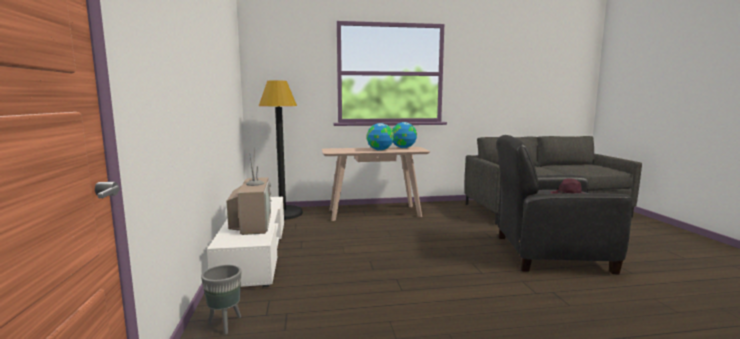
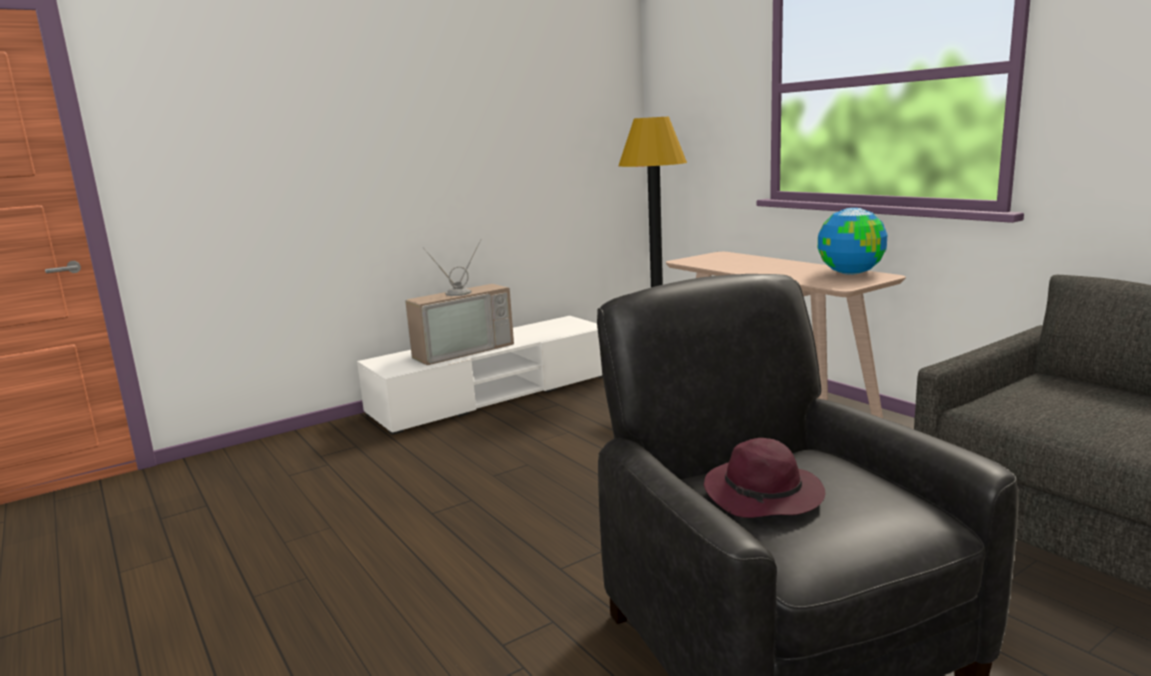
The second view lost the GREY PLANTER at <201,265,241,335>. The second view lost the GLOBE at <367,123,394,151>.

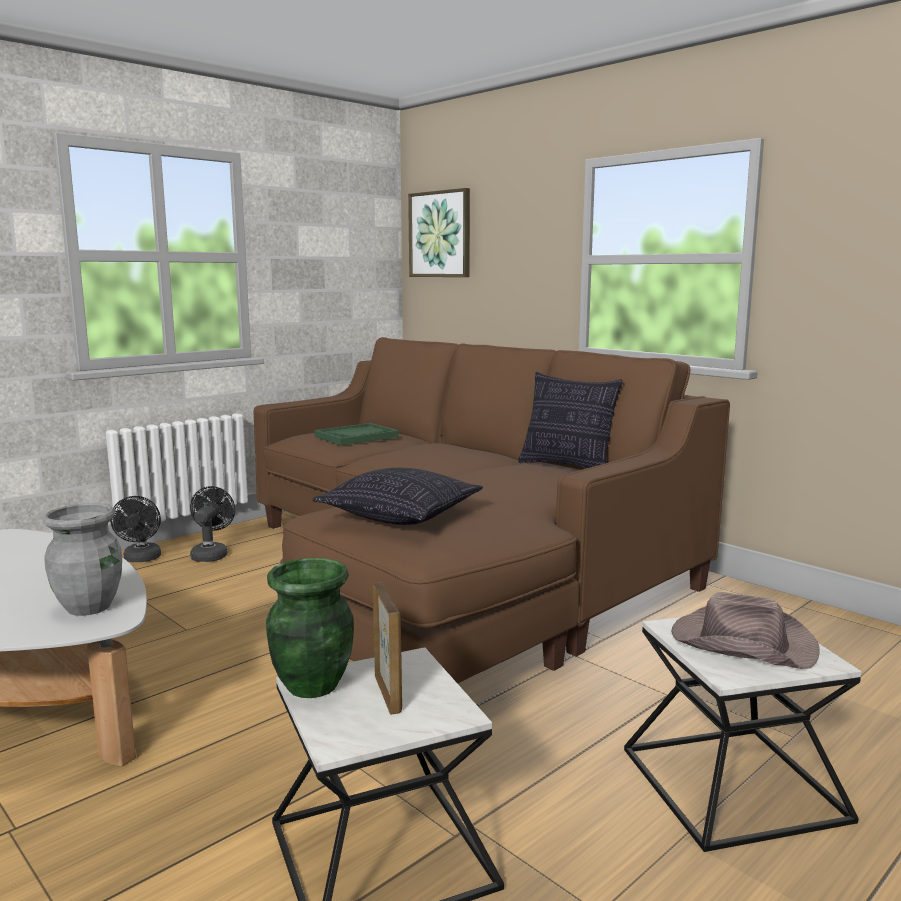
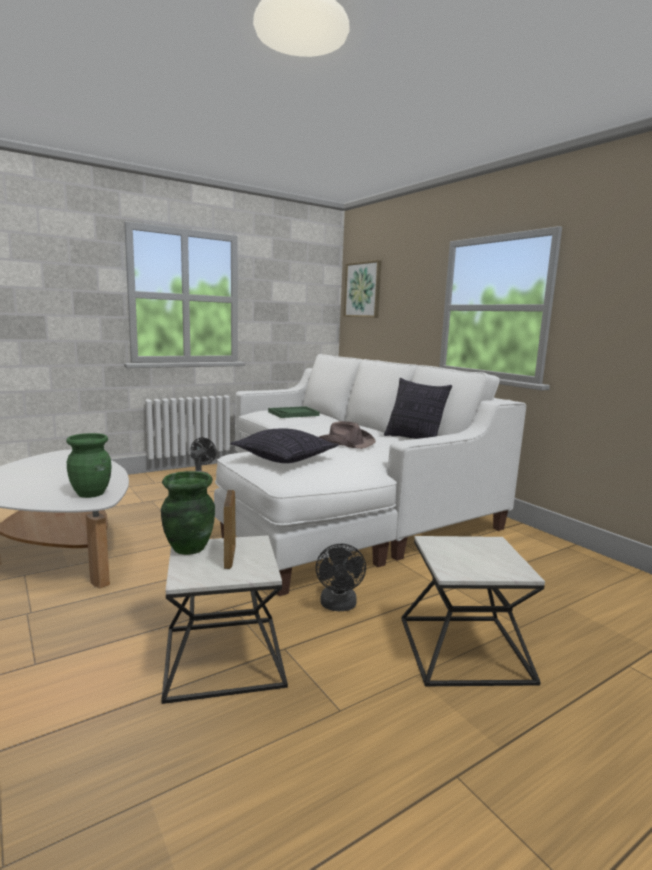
What was the GREY VASE at <43,503,122,616> turned into the GREEN VASE at <67,433,112,498>. The BLACK FAN ended up elsewhere, having gone from <110,496,161,562> to <316,544,366,611>. What was the BROWN SOFA at <254,337,730,684> turned into the WHITE SOFA at <214,354,526,596>. The BROWN HAT ended up elsewhere, having gone from <671,592,820,669> to <319,421,376,449>.

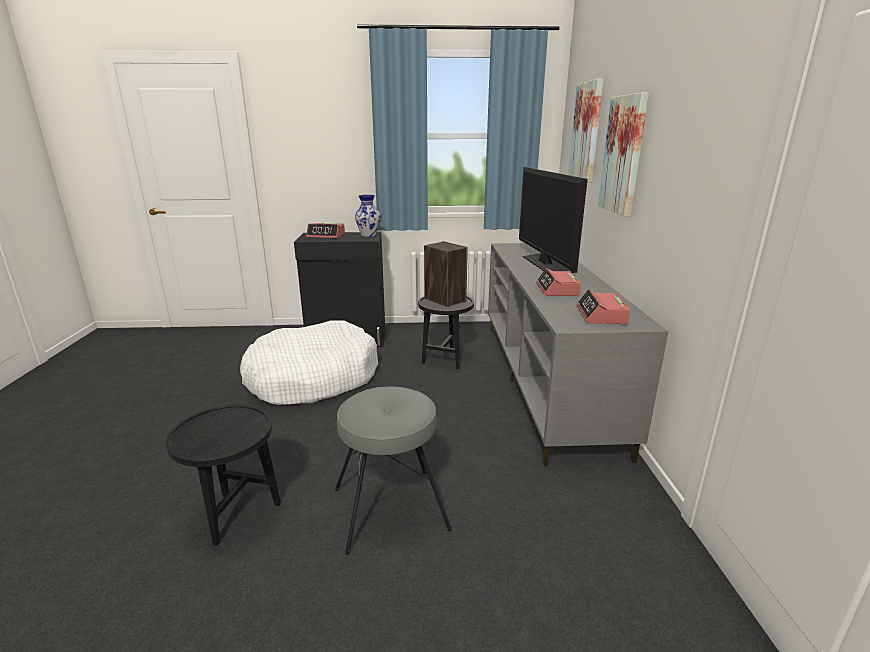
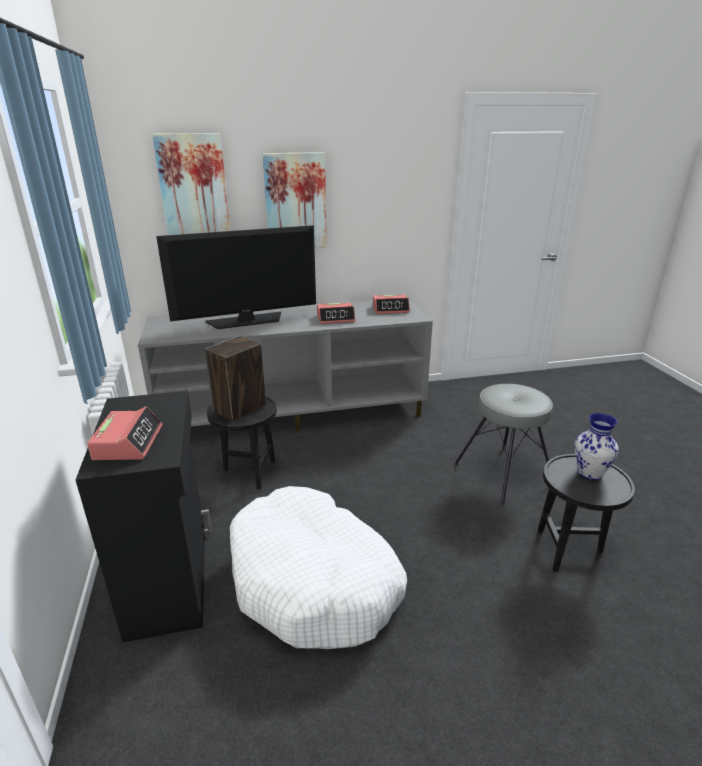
The VASE ended up elsewhere, having gone from <355,195,380,238> to <574,413,619,480>.

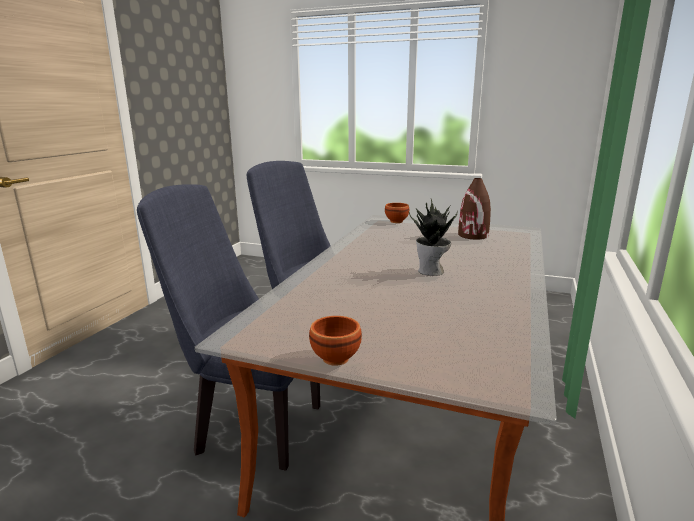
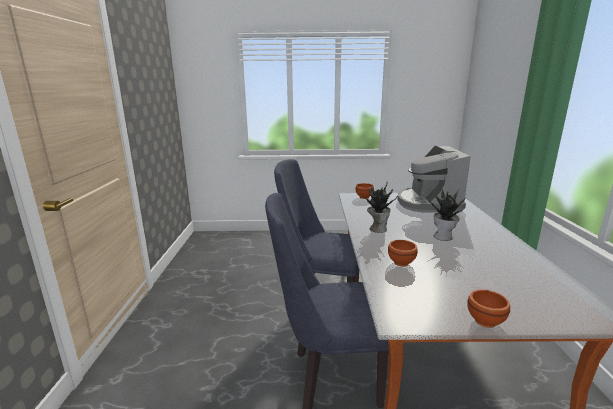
Where the BROWN VASE stood at <458,178,491,239>, the COFFEE MACHINE came to stand at <397,145,471,213>. The second view gained the POTTED PLANT at <363,182,398,233>. The second view gained the BROWN BOWL at <388,240,418,267>.

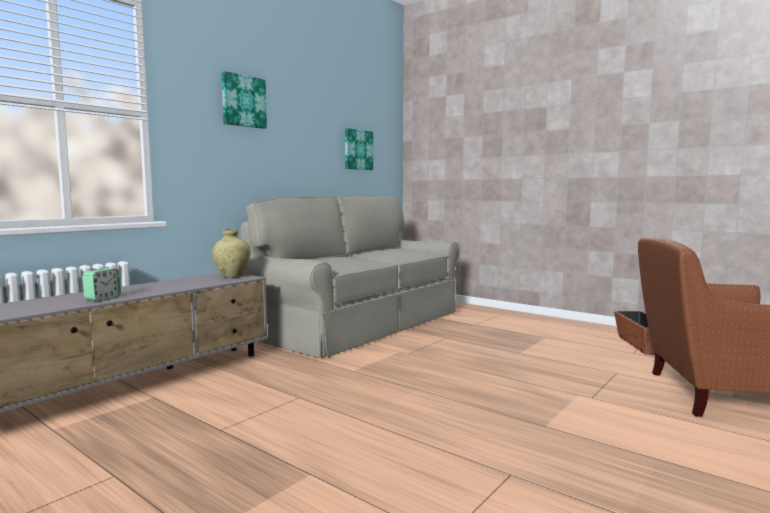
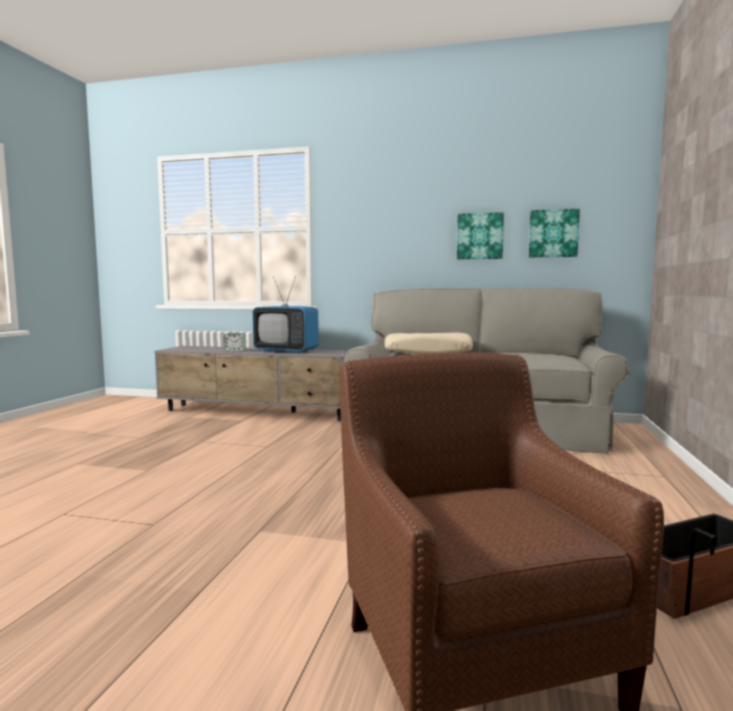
The second view lost the BEIGE VASE at <212,229,251,278>. The PICTURE ended up elsewhere, having gone from <221,71,267,129> to <457,212,504,259>. The second view gained the TELEVISION at <253,276,319,353>. The second view gained the BEIGE PILLOW at <384,332,473,354>.

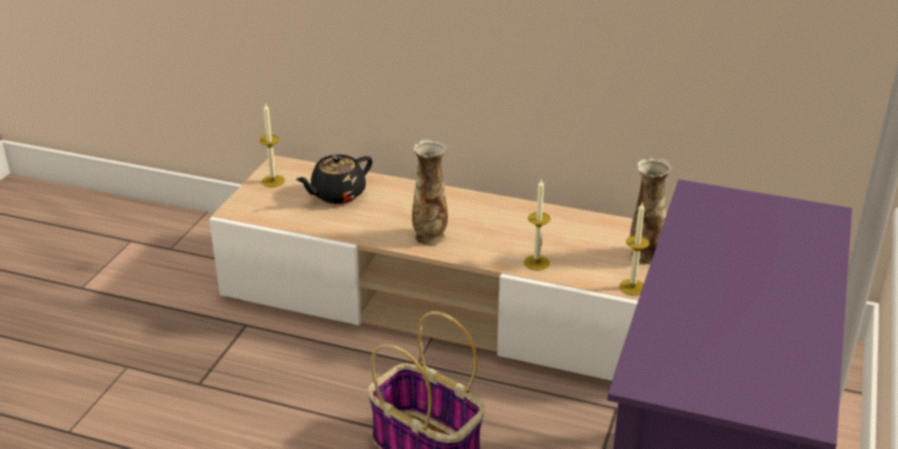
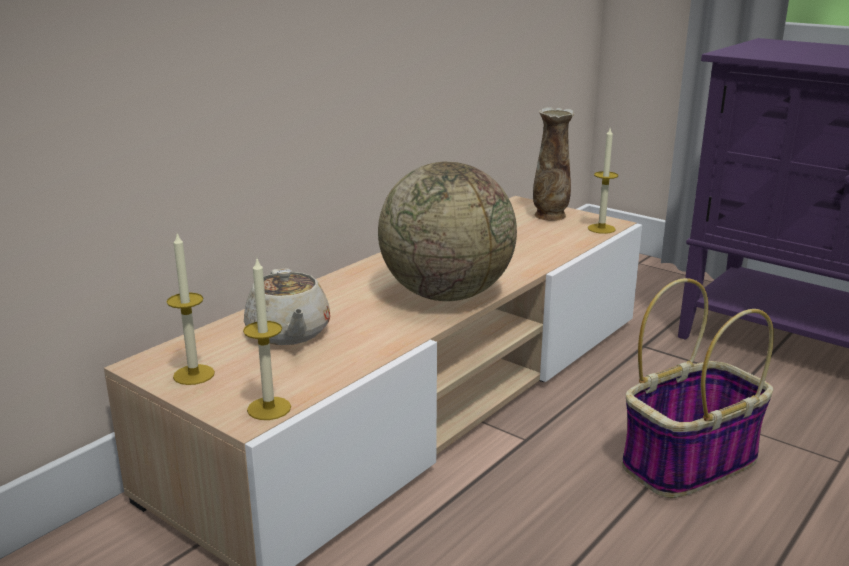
What was the BLACK TEAPOT at <296,154,372,204> turned into the BEIGE TEAPOT at <244,268,330,345>. Where the VASE stood at <412,139,448,245>, the GLOBE came to stand at <378,162,517,301>. The CANDLE ended up elsewhere, having gone from <524,180,550,270> to <243,259,291,420>.

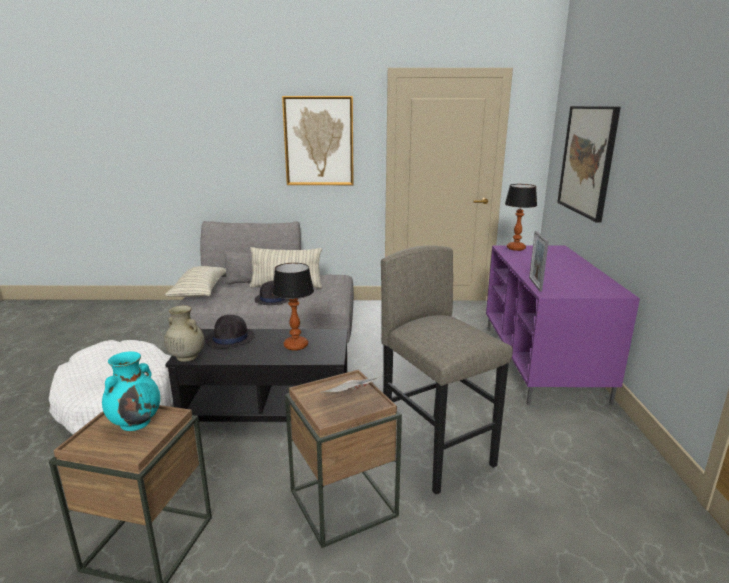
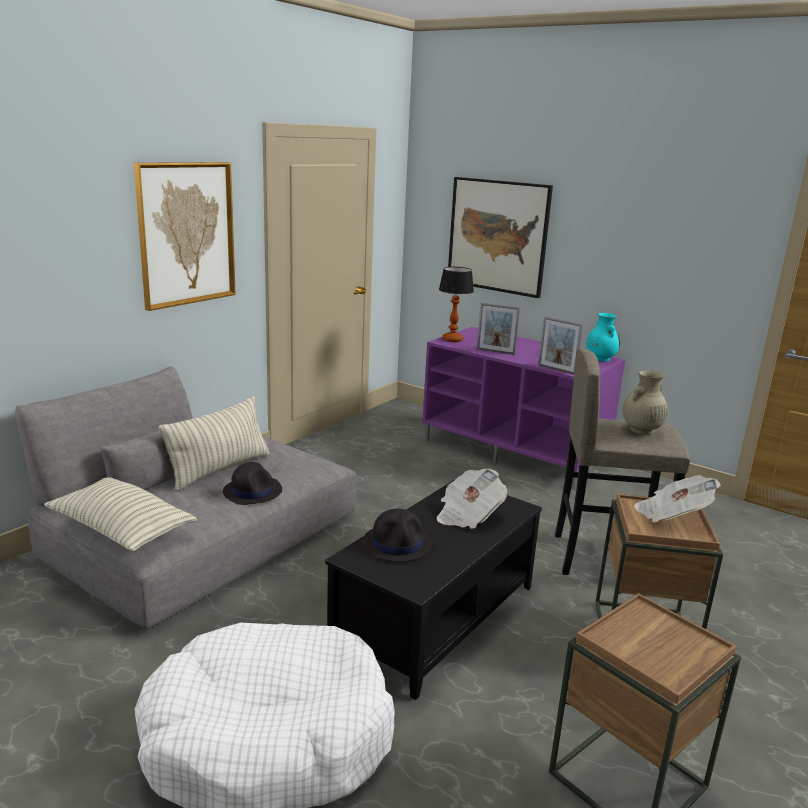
The TURQUOISE VASE ended up elsewhere, having gone from <102,351,160,431> to <586,313,620,361>. The BEIGE VASE ended up elsewhere, having gone from <164,305,205,362> to <622,370,668,435>. Where the TABLE LAMP stood at <272,263,314,351>, the NEWSPAPER came to stand at <437,469,507,529>. The second view gained the PICTURE FRAME at <477,303,520,355>.

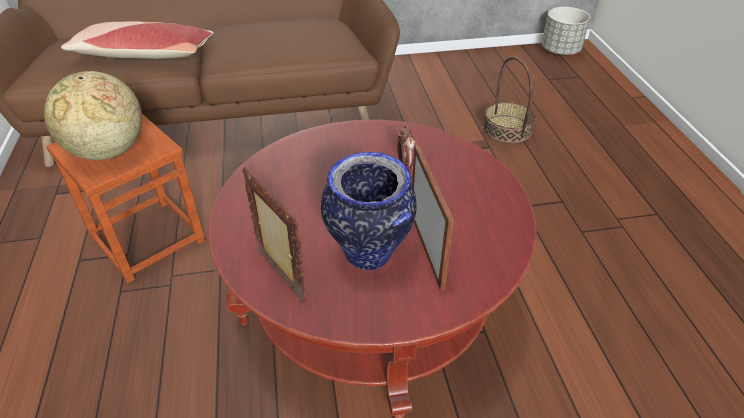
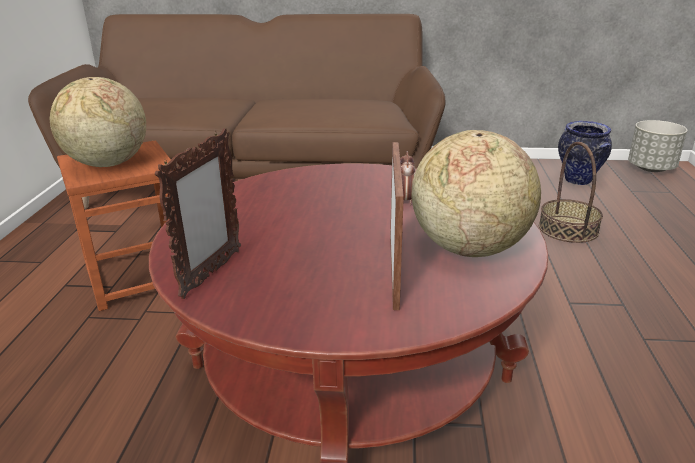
The second view lost the PILLOW at <61,21,214,59>. The PICTURE FRAME at <242,167,307,303> ended up facing another way, 45 degrees clockwise from before. The VASE ended up elsewhere, having gone from <321,152,416,270> to <558,121,612,185>. The second view gained the GLOBE at <411,130,541,257>.

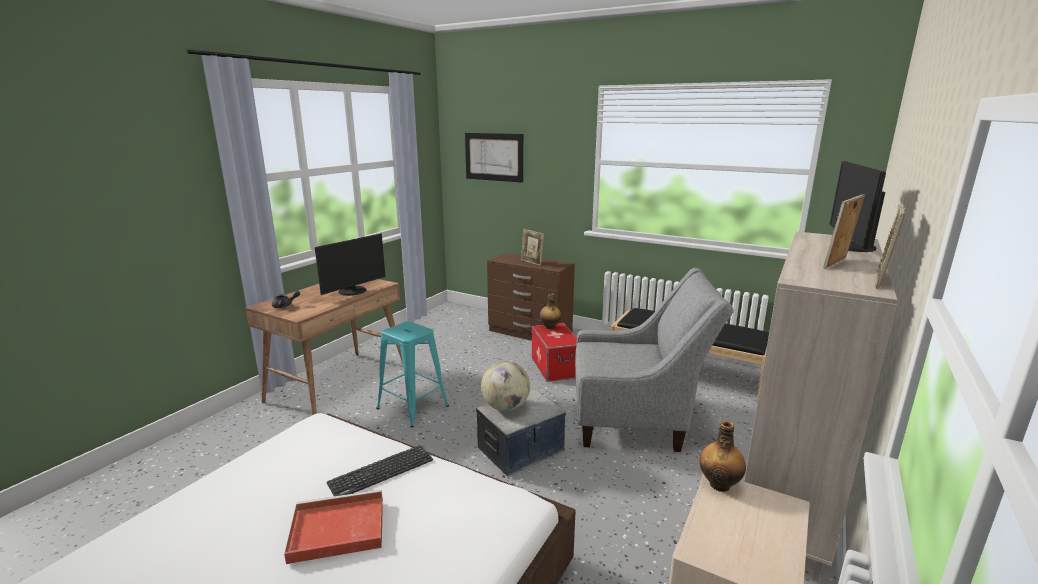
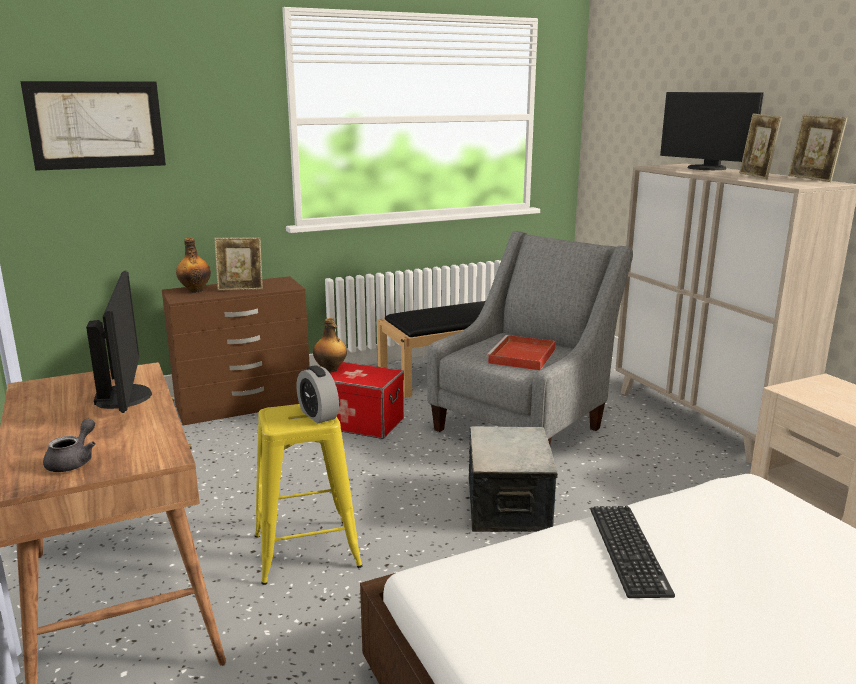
The RED TRAY ended up elsewhere, having gone from <284,490,383,564> to <486,335,556,370>. What was the TURQUOISE STOOL at <376,321,449,427> turned into the YELLOW STOOL at <255,404,362,585>. The second view lost the GLOBE at <481,361,530,411>. The BOTTLE ended up elsewhere, having gone from <699,421,746,492> to <176,238,211,293>. The second view gained the ALARM CLOCK at <297,365,339,423>.

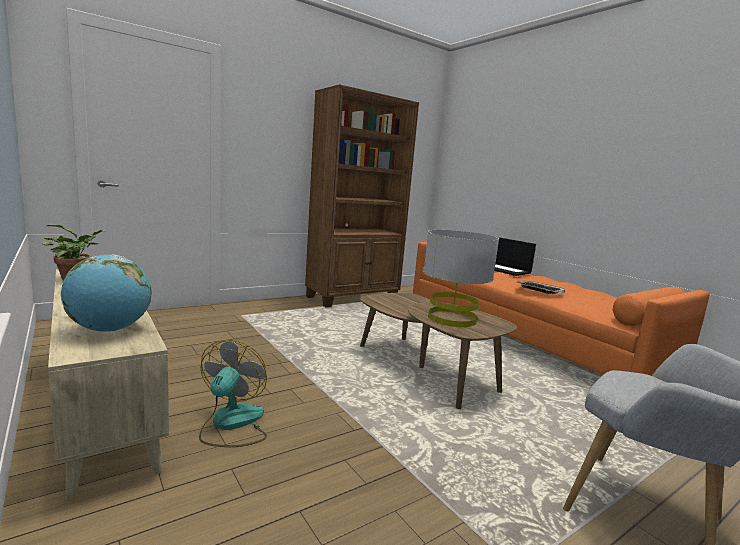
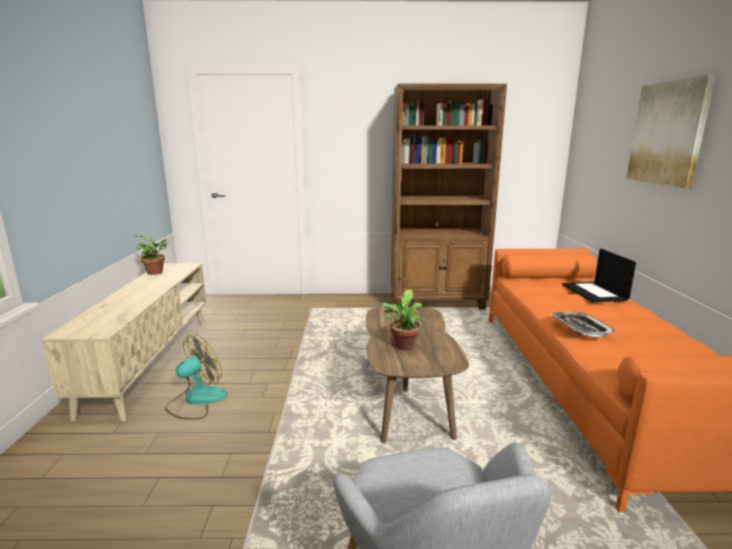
The second view lost the GLOBE at <61,254,151,332>. Where the GREY TABLE LAMP stood at <424,230,499,327>, the POTTED PLANT came to stand at <380,290,428,350>. The second view gained the PICTURE at <626,75,715,189>.

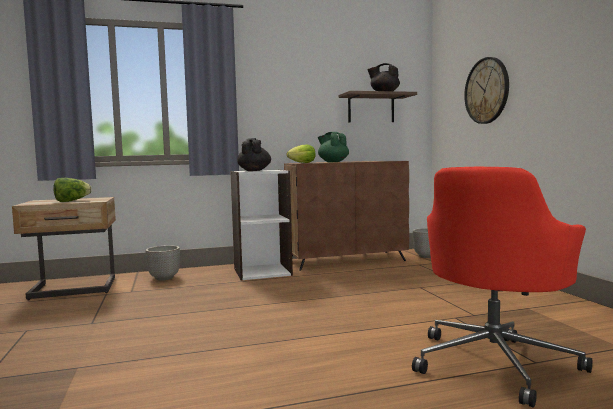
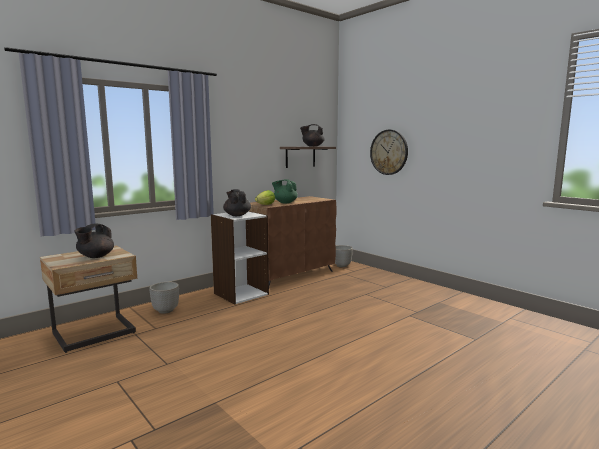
Where the LETTUCE stood at <53,178,92,202>, the BLACK TEAPOT came to stand at <74,223,114,258>. The second view lost the RED OFFICE CHAIR at <412,167,592,408>.

